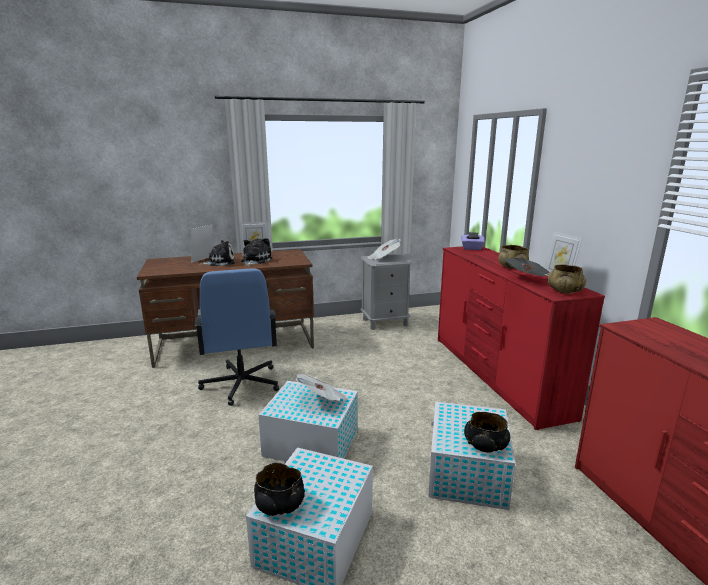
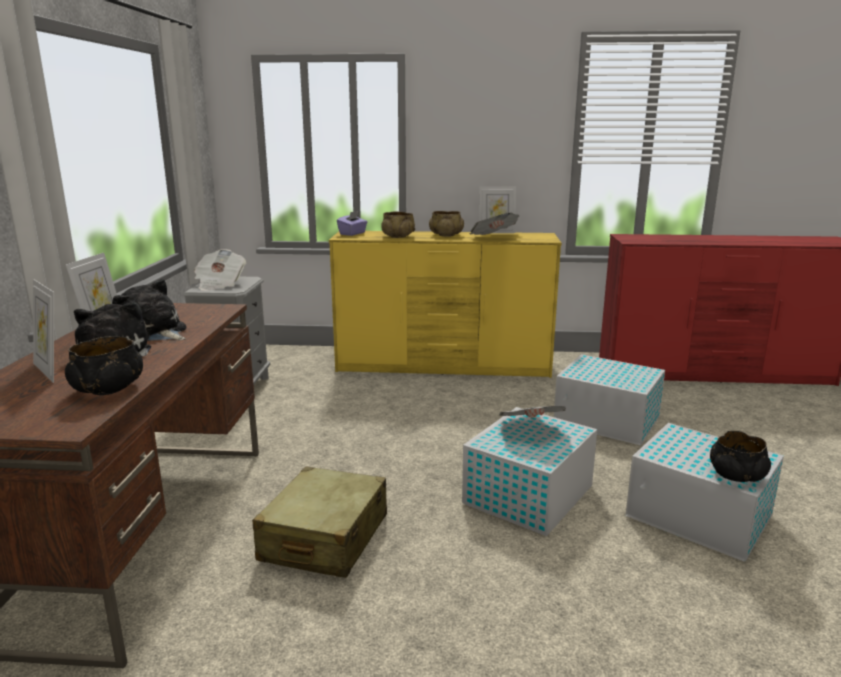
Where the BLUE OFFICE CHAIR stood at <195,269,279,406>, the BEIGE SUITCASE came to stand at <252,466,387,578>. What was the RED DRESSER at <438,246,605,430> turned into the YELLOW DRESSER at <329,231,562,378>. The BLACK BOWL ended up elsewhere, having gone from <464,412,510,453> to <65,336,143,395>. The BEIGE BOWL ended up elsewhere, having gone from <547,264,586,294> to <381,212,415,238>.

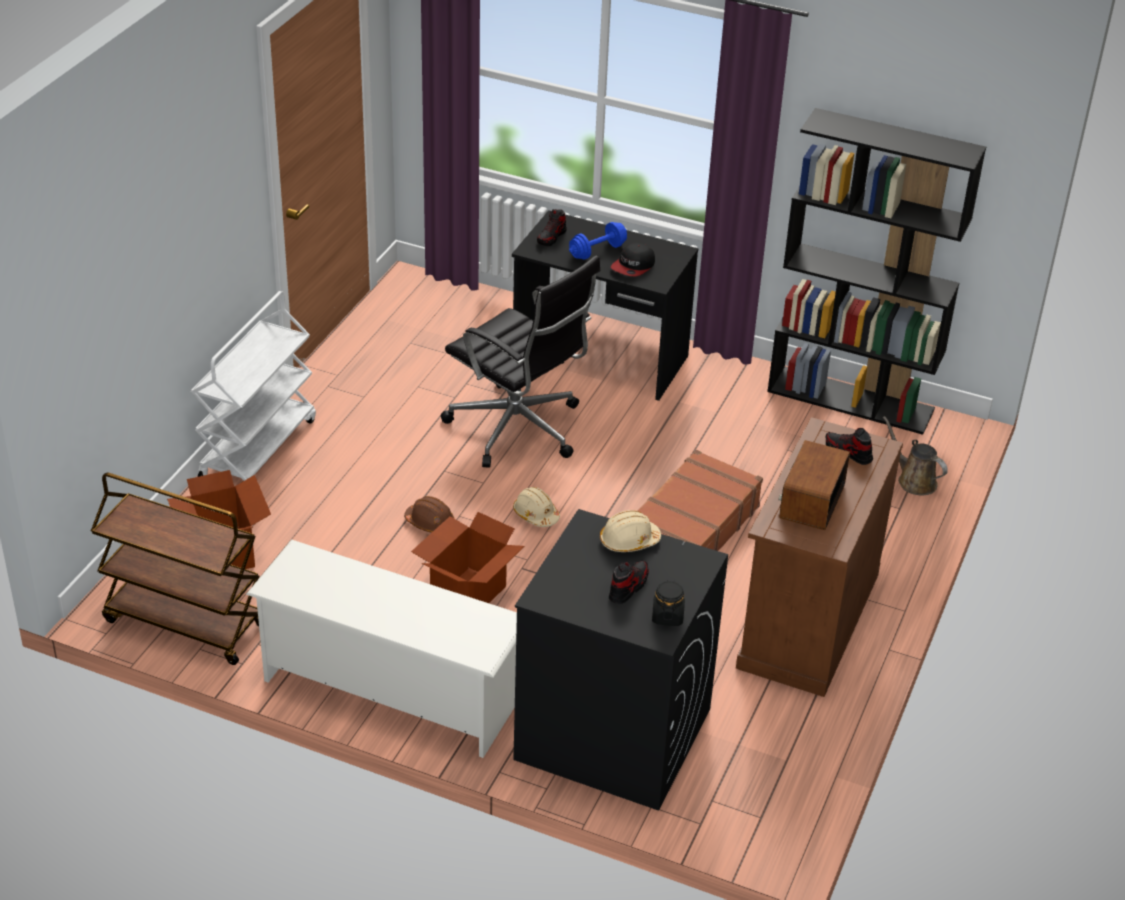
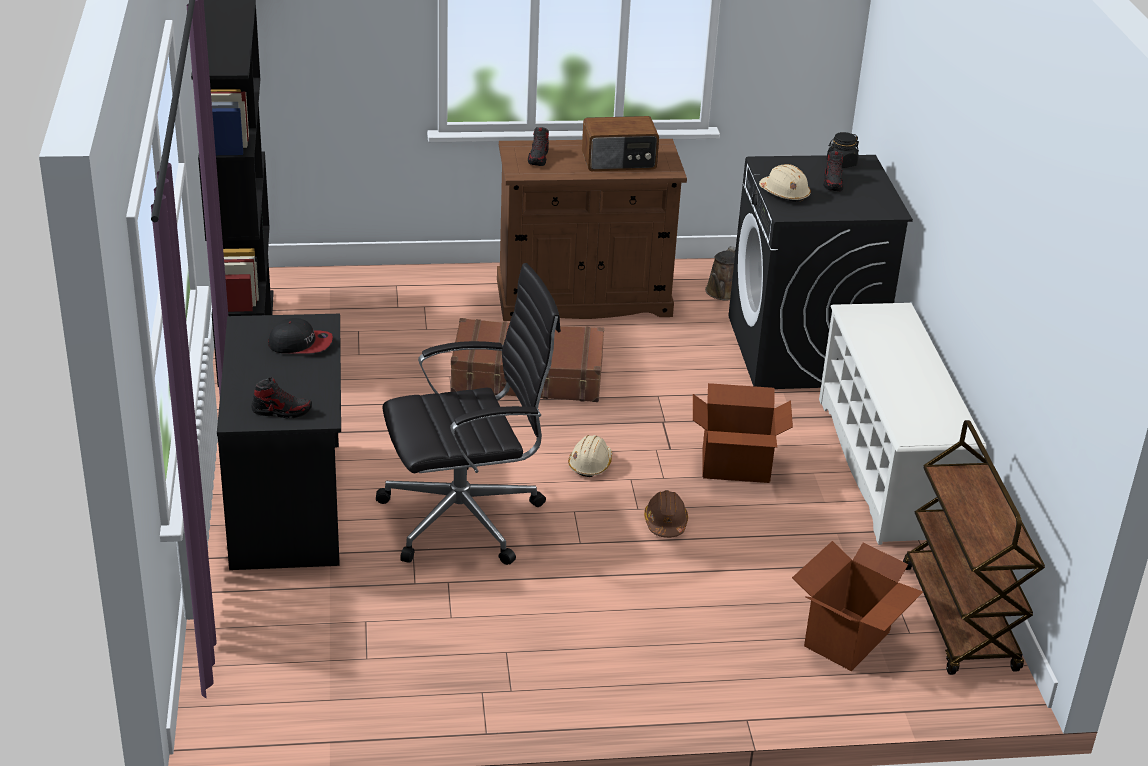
The second view lost the WHITE CART at <191,291,316,481>. The BLACK OFFICE CHAIR at <441,255,600,468> ended up facing another way, 60 degrees clockwise from before. The second view lost the BLUE DUMBBELL at <569,222,627,259>. The SHOE at <609,560,649,604> ended up facing another way, 90 degrees counterclockwise from before. The BROWN WATERING CAN ended up elsewhere, having gone from <883,416,948,495> to <705,246,736,300>.

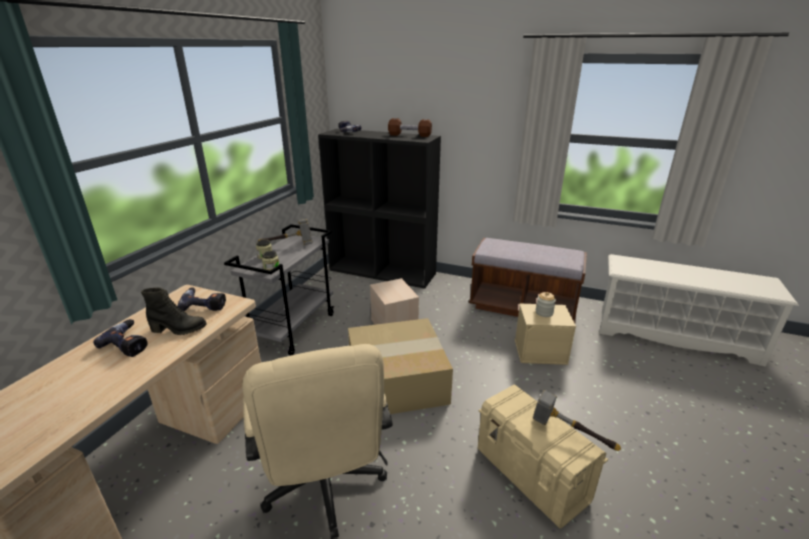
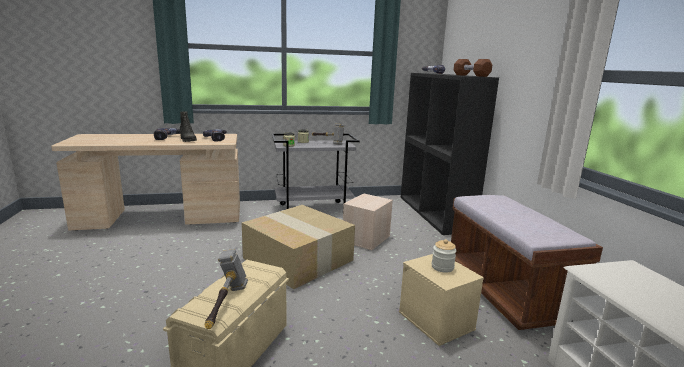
The second view lost the BEIGE OFFICE CHAIR at <242,344,393,539>.

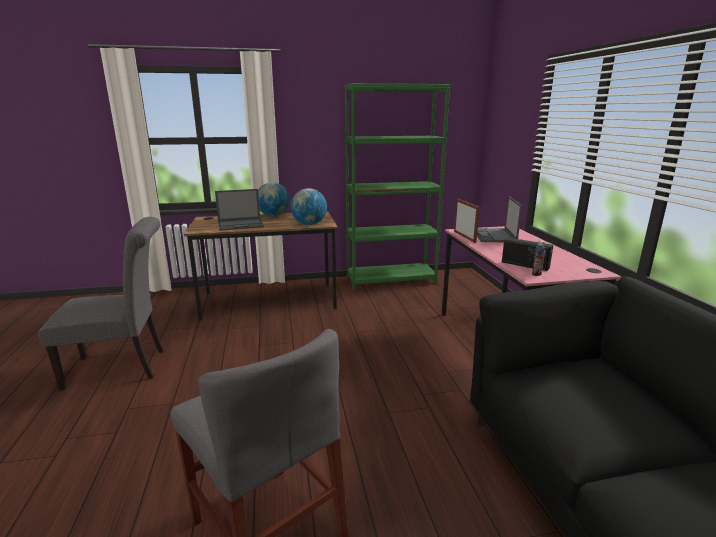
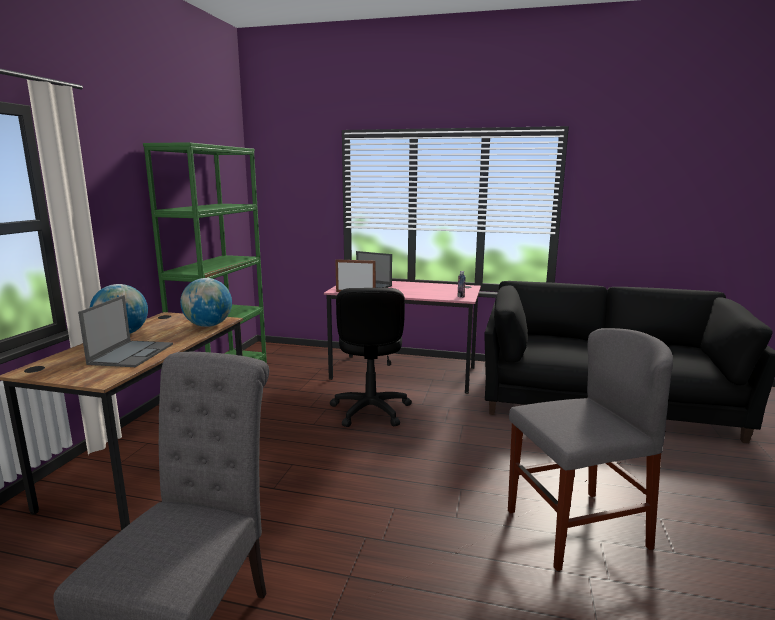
The second view lost the RADIO at <502,237,553,271>. The second view gained the BLACK OFFICE CHAIR at <330,288,412,427>.

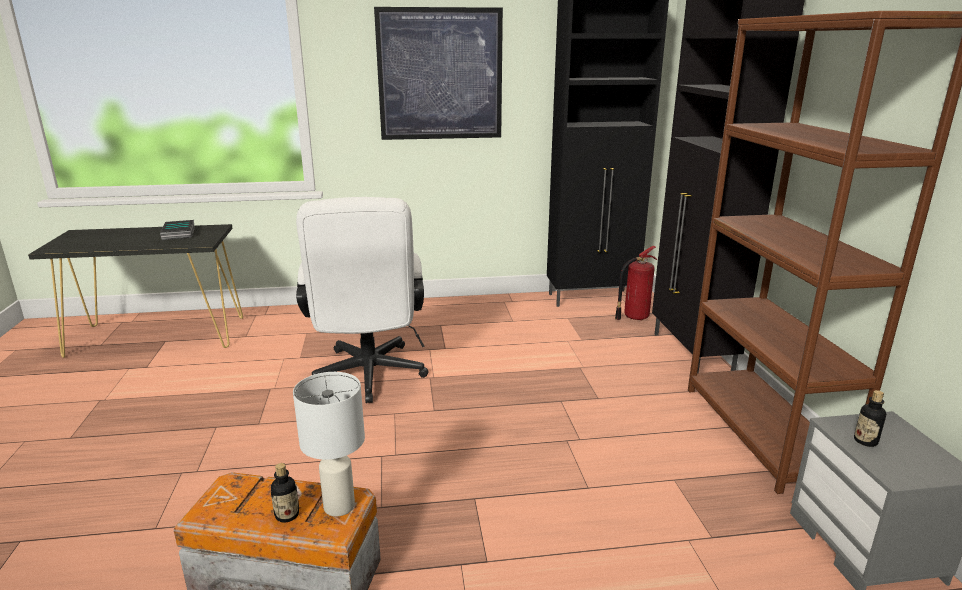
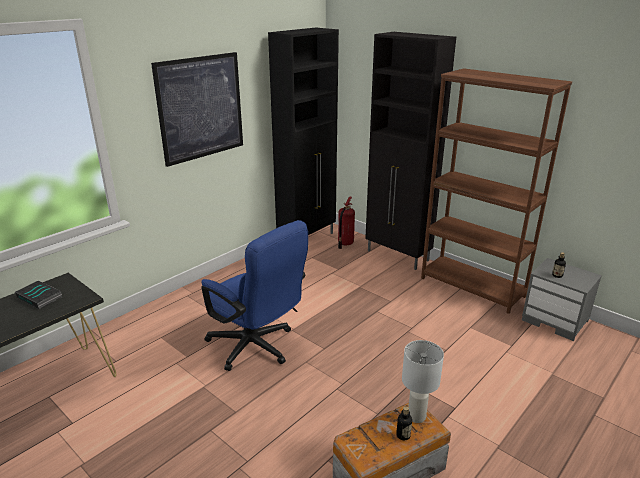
What was the WHITE OFFICE CHAIR at <296,197,428,403> turned into the BLUE OFFICE CHAIR at <201,220,308,371>.

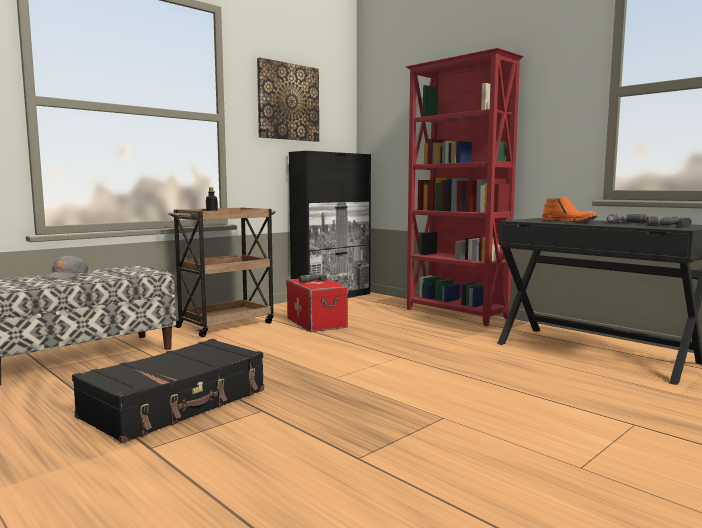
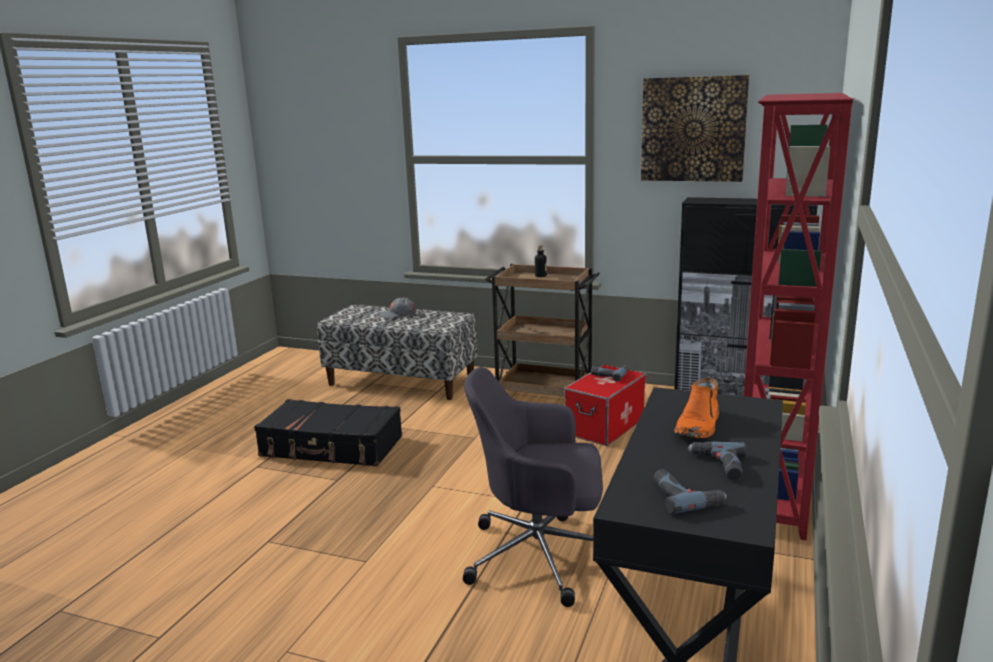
The second view gained the GREY OFFICE CHAIR at <463,367,603,607>.

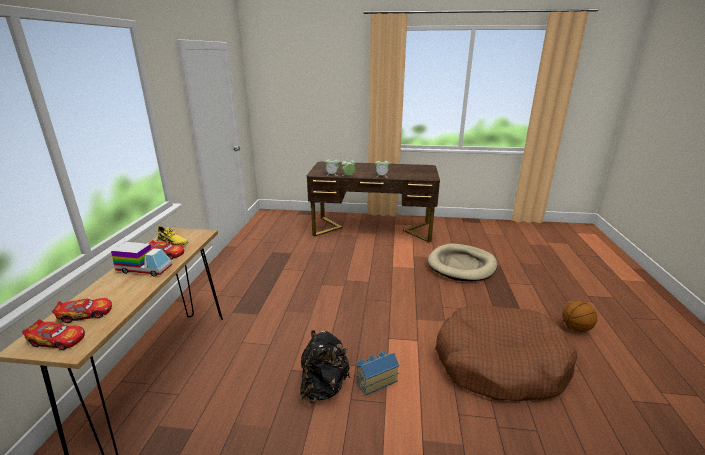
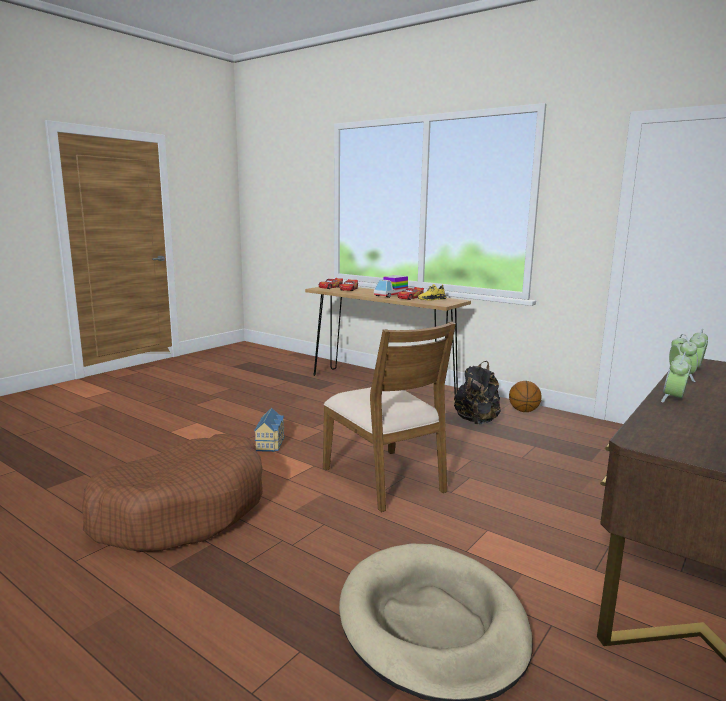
The BLACK BACKPACK ended up elsewhere, having gone from <300,330,350,403> to <454,361,501,424>. The BASKETBALL ended up elsewhere, having gone from <562,301,597,332> to <509,381,542,412>. The second view gained the BROWN CHAIR at <323,322,456,512>.

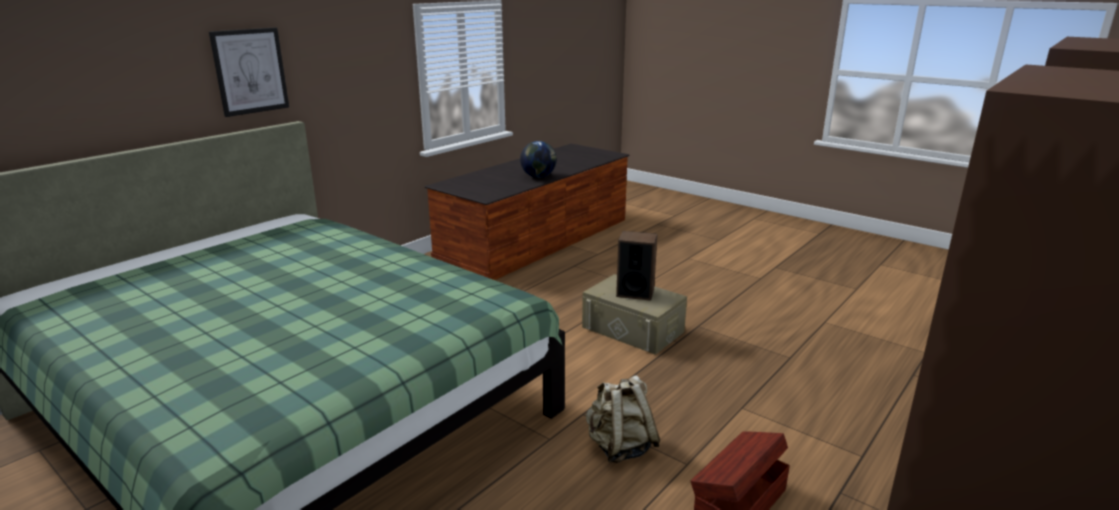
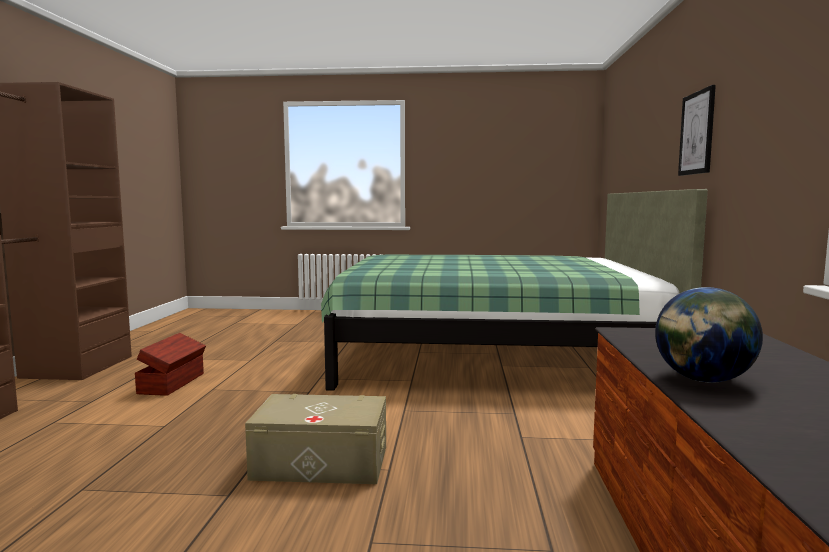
The second view lost the BEIGE BACKPACK at <586,375,660,463>. The second view lost the SPEAKER at <616,231,657,301>.

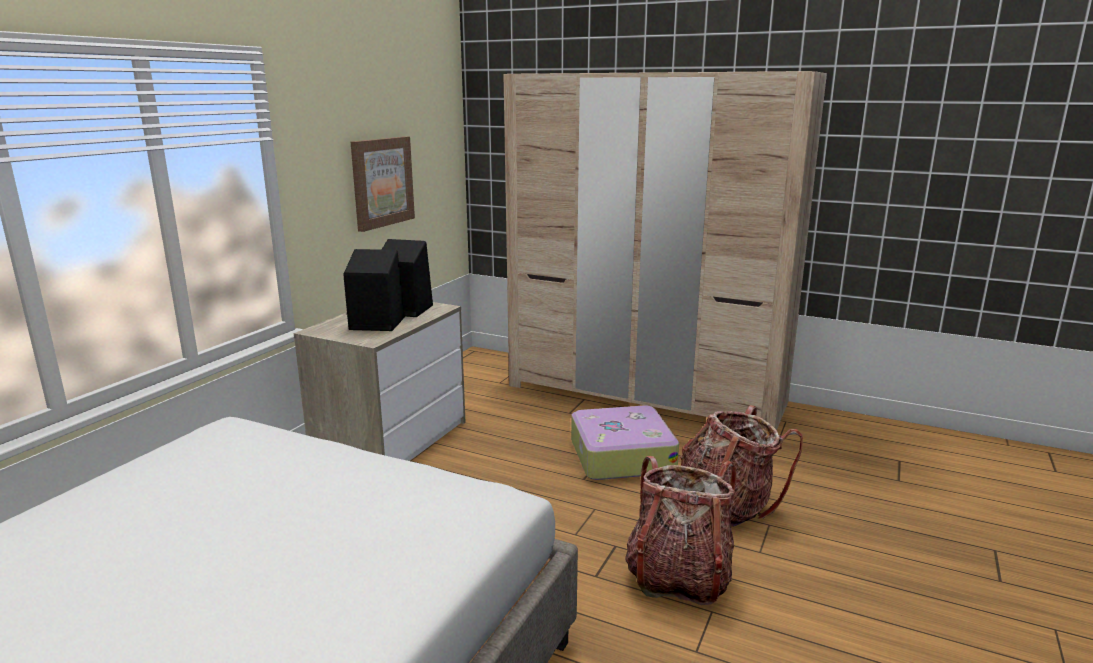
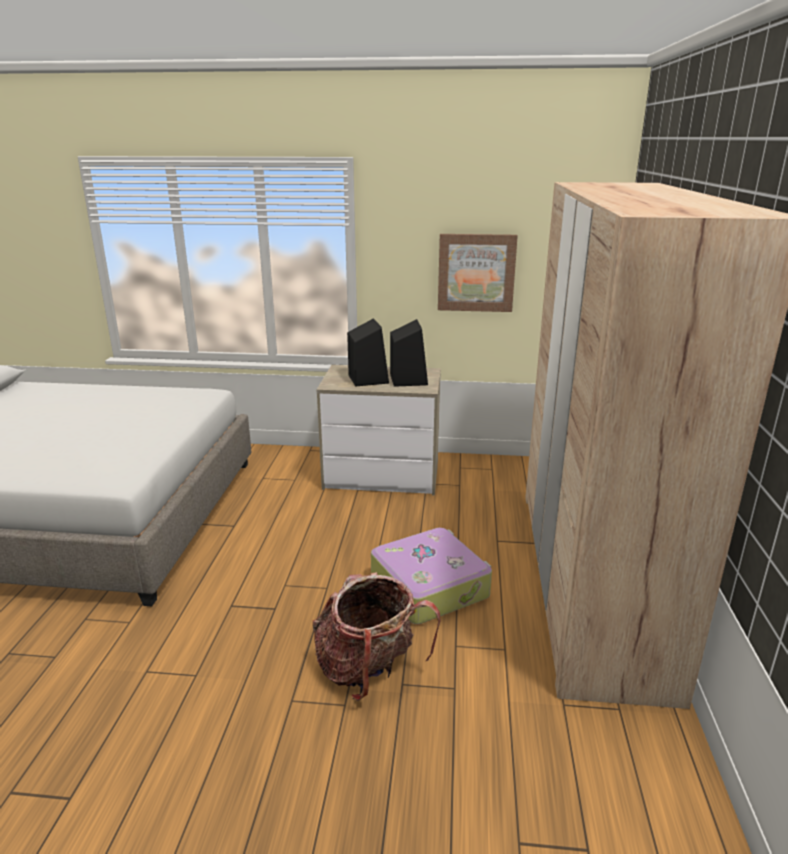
The second view lost the BACKPACK at <625,456,736,605>.

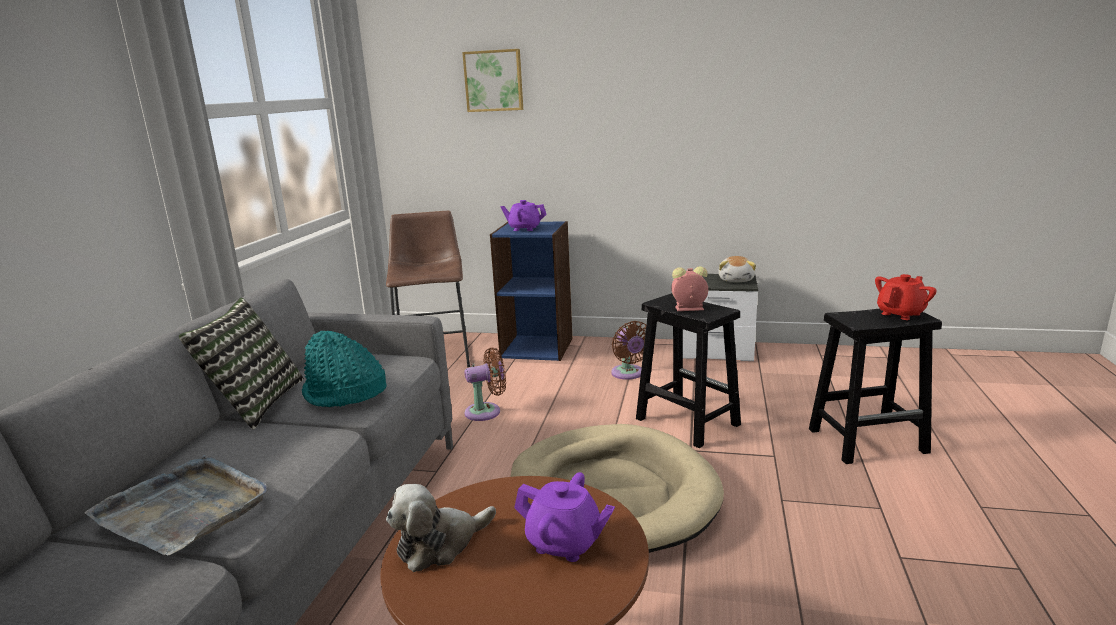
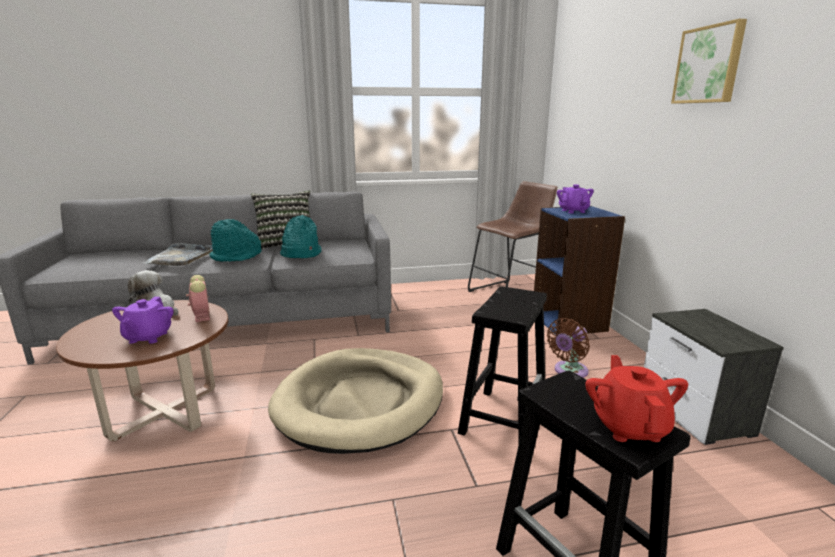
The PICTURE ended up elsewhere, having gone from <462,49,523,112> to <671,19,747,104>. The second view lost the BROWN FAN at <464,348,506,421>. The ALARM CLOCK ended up elsewhere, having gone from <671,266,708,311> to <186,275,210,322>. The second view lost the PLUSH TOY at <718,256,756,282>. The RED TEAPOT at <875,274,936,320> ended up facing another way, 120 degrees counterclockwise from before. The second view gained the TURQUOISE HAT at <209,219,262,262>.

